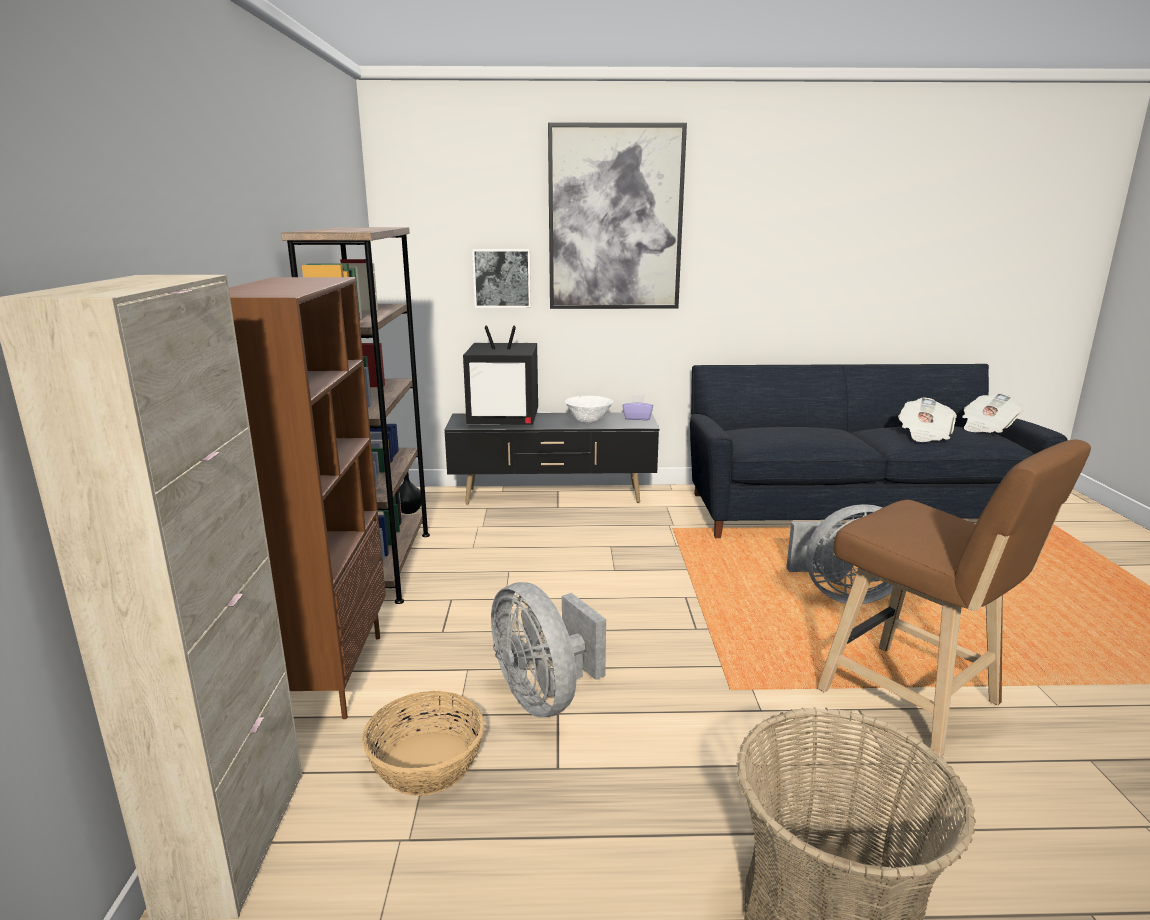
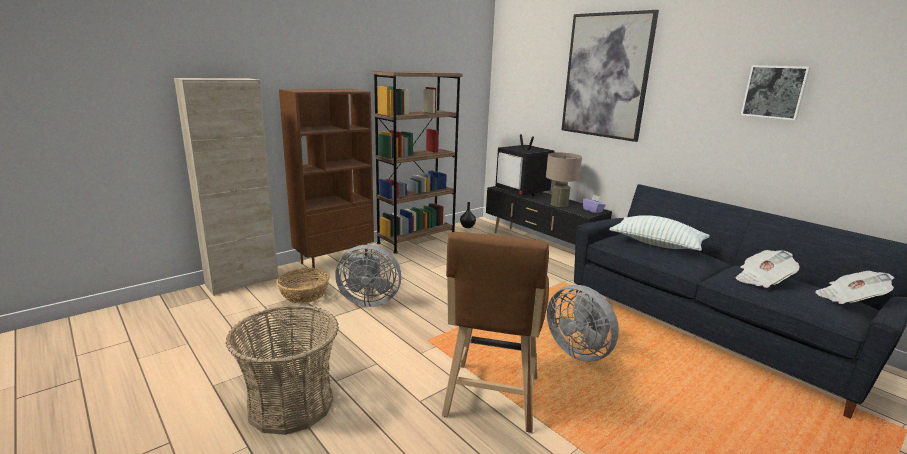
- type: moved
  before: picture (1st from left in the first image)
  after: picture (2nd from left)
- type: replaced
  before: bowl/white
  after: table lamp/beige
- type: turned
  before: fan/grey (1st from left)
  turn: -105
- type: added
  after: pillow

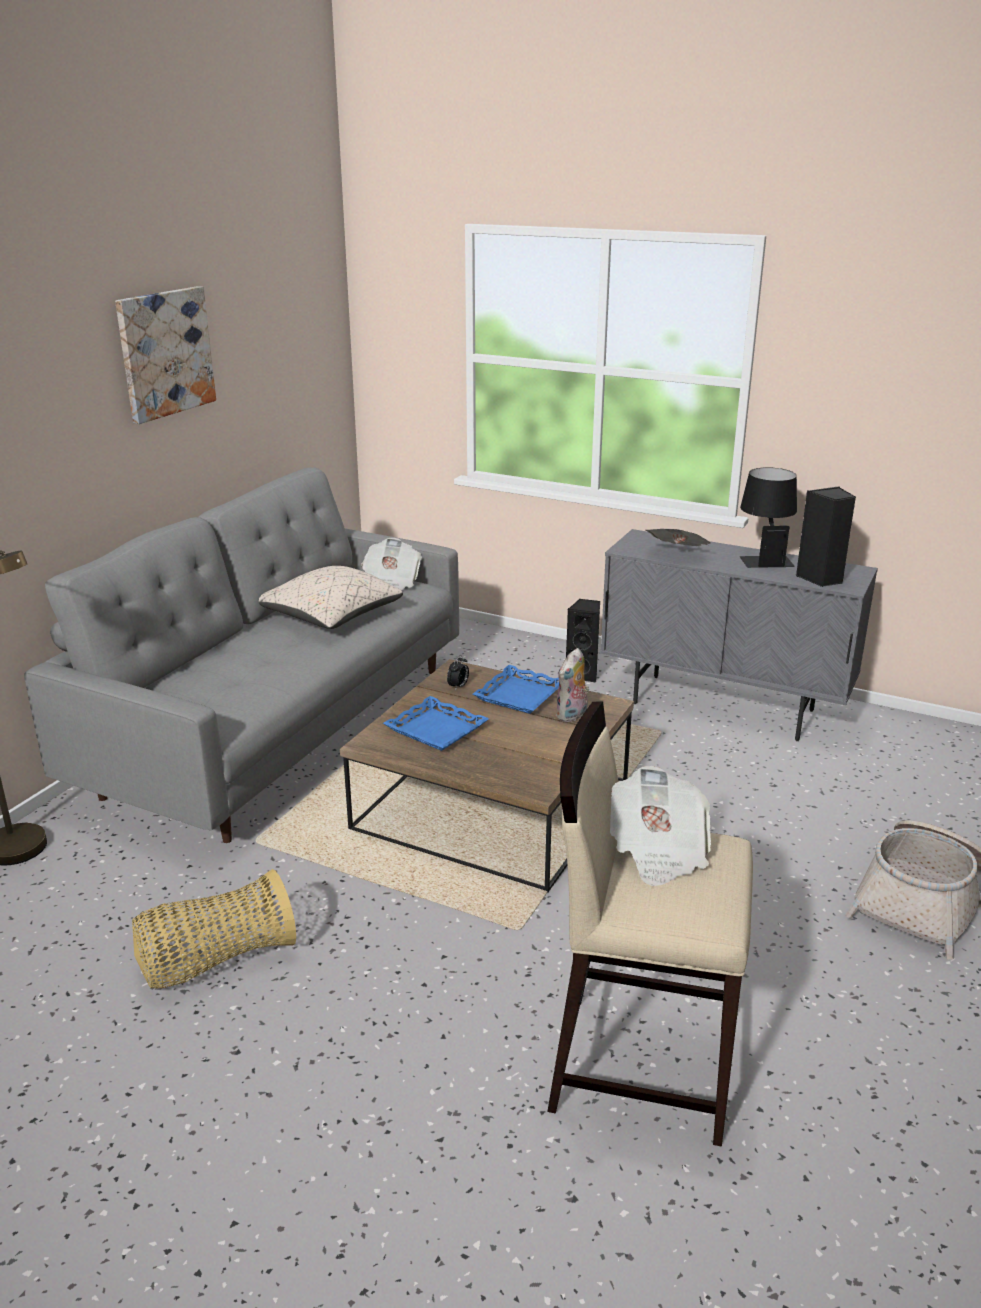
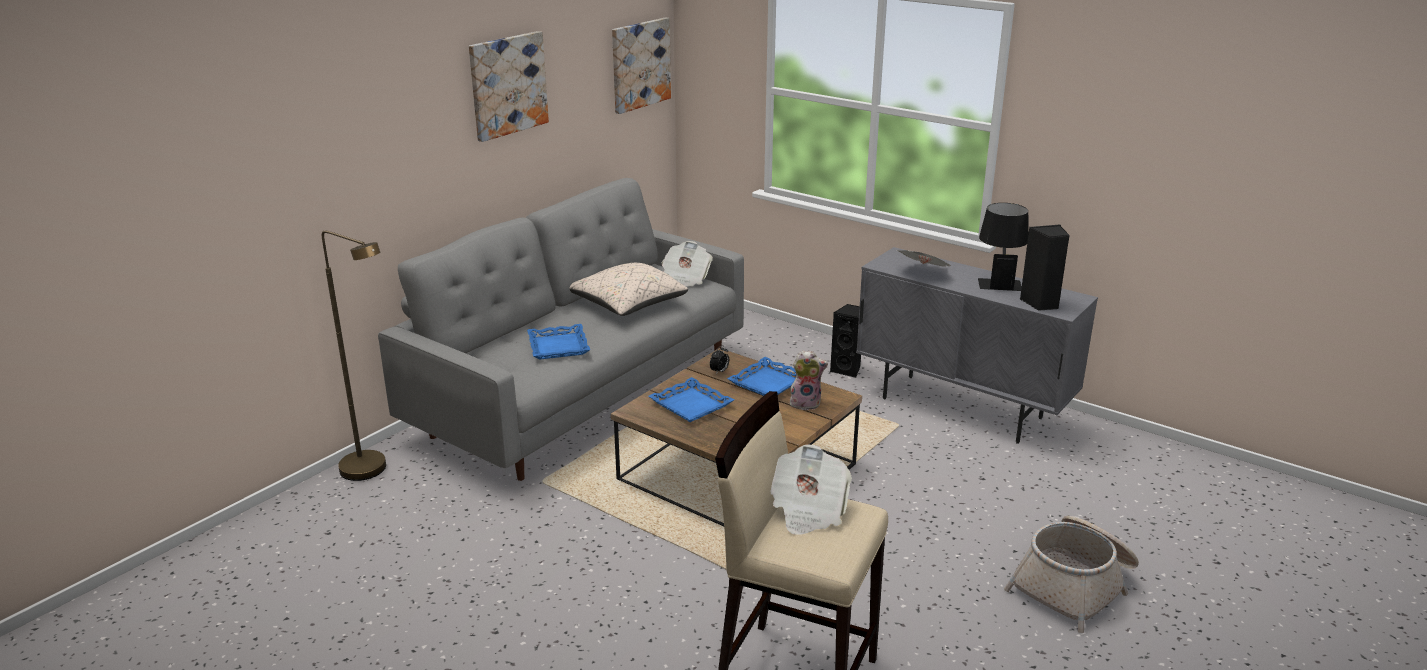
- type: turned
  before: plush toy
  turn: -135
- type: removed
  before: basket (1st from left)
- type: added
  after: picture (2nd from left)
- type: added
  after: tray/blue (1st from left)

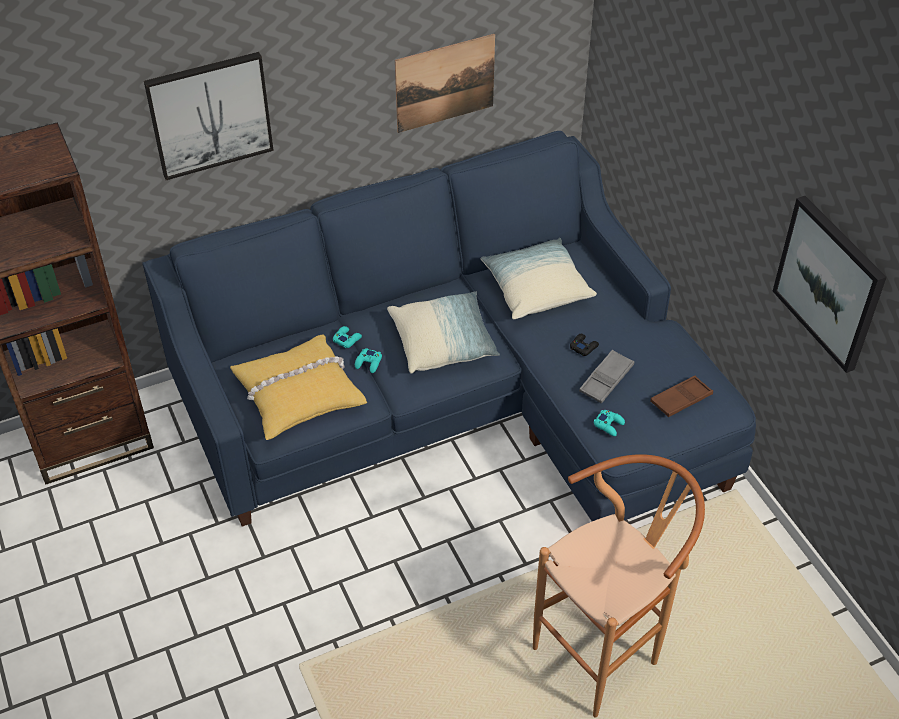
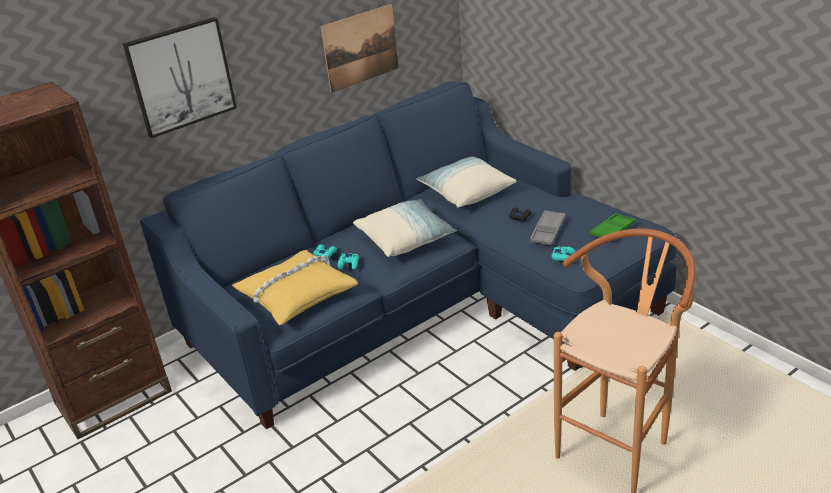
- type: removed
  before: picture (3rd from left)
- type: recoloured
  before: tray/brown
  after: tray/green

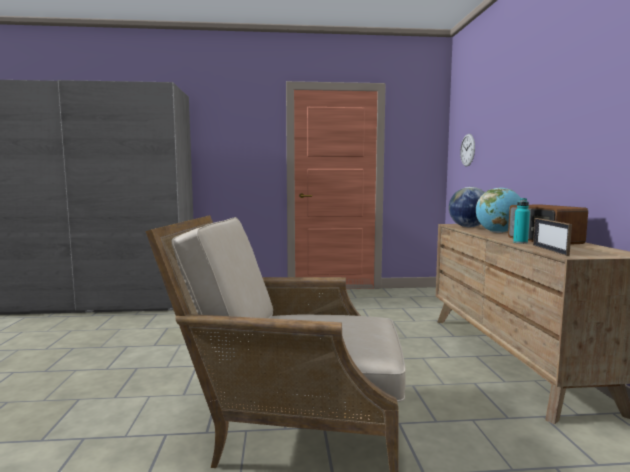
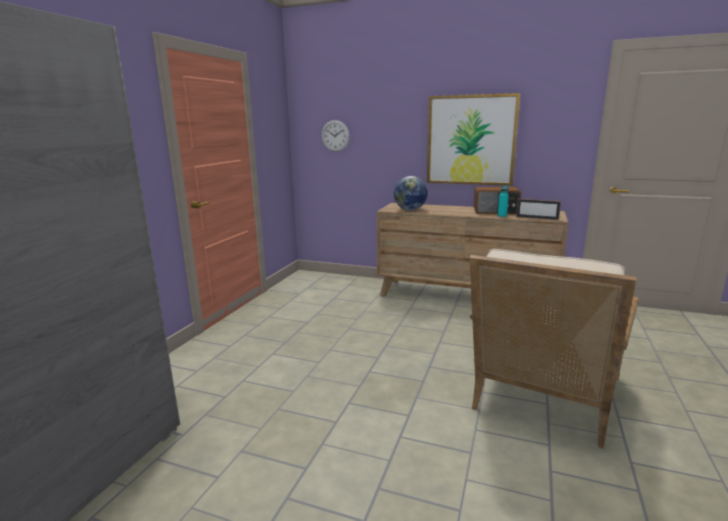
- type: removed
  before: globe (2nd from left)
- type: added
  after: picture

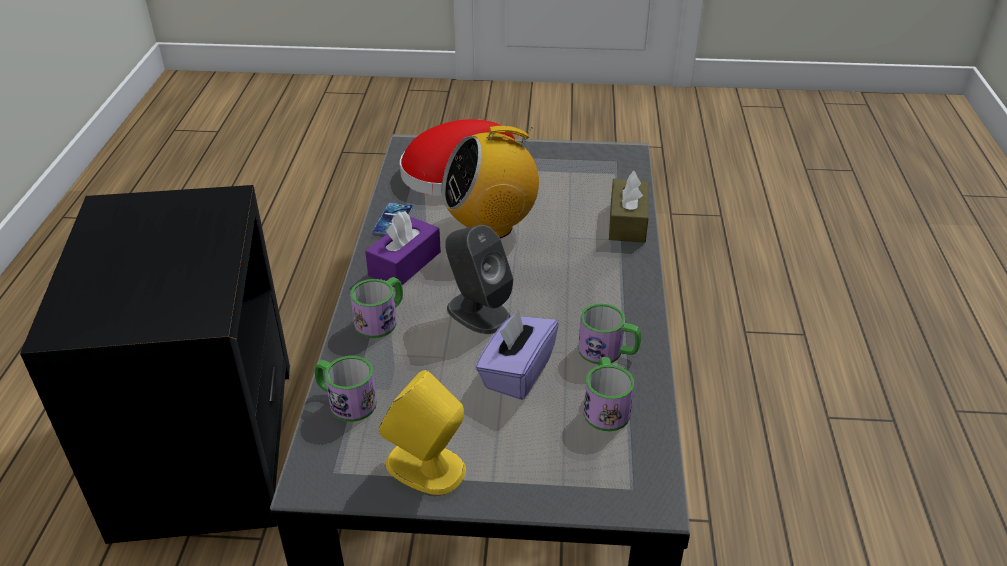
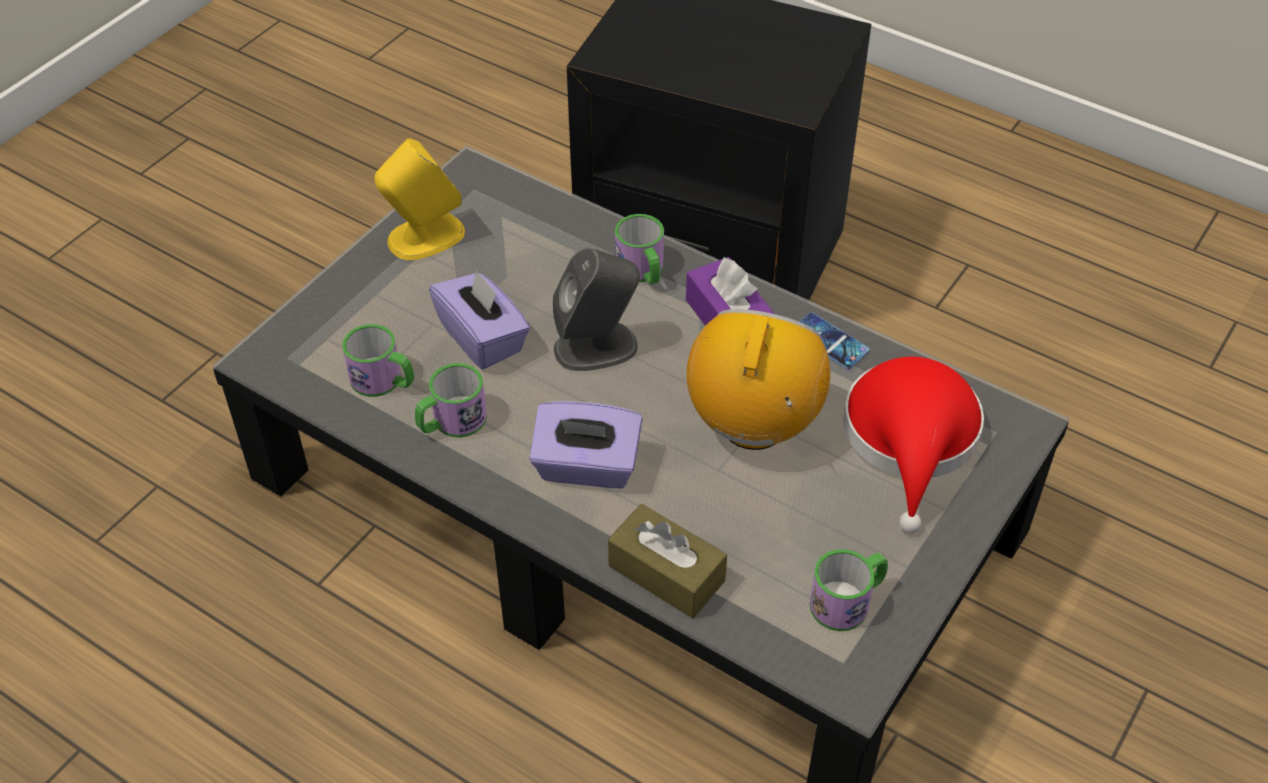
- type: moved
  before: mug (1st from left in the first image)
  after: mug (4th from left)
- type: added
  after: tissue box/purple (2nd from left)

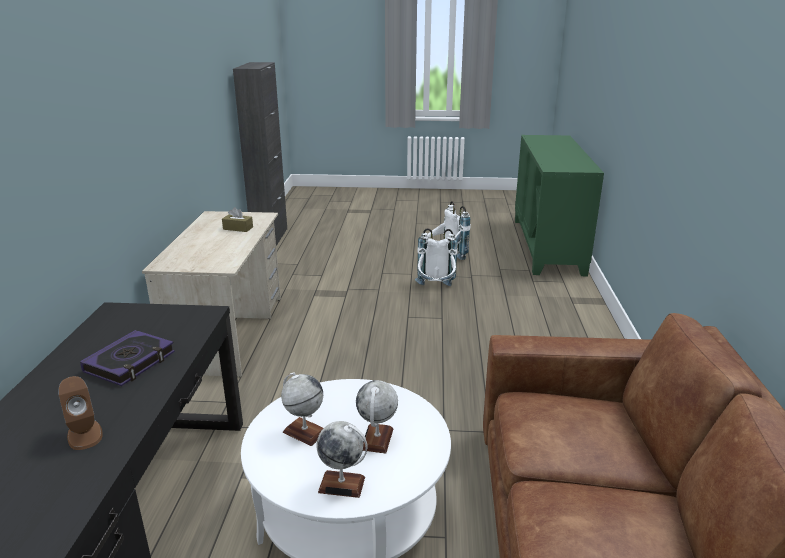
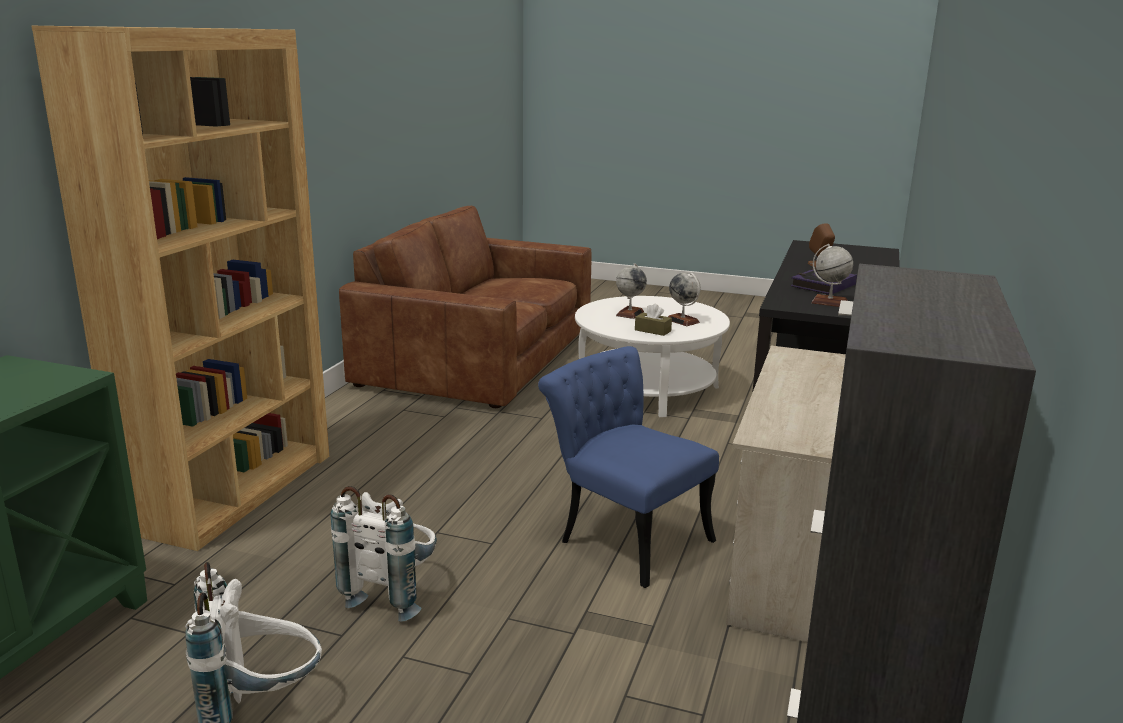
- type: moved
  before: tissue box/brown
- type: moved
  before: globe (2nd from left in the first image)
  after: globe (3rd from left)
- type: added
  after: bookcase/brown
- type: added
  after: chair/blue

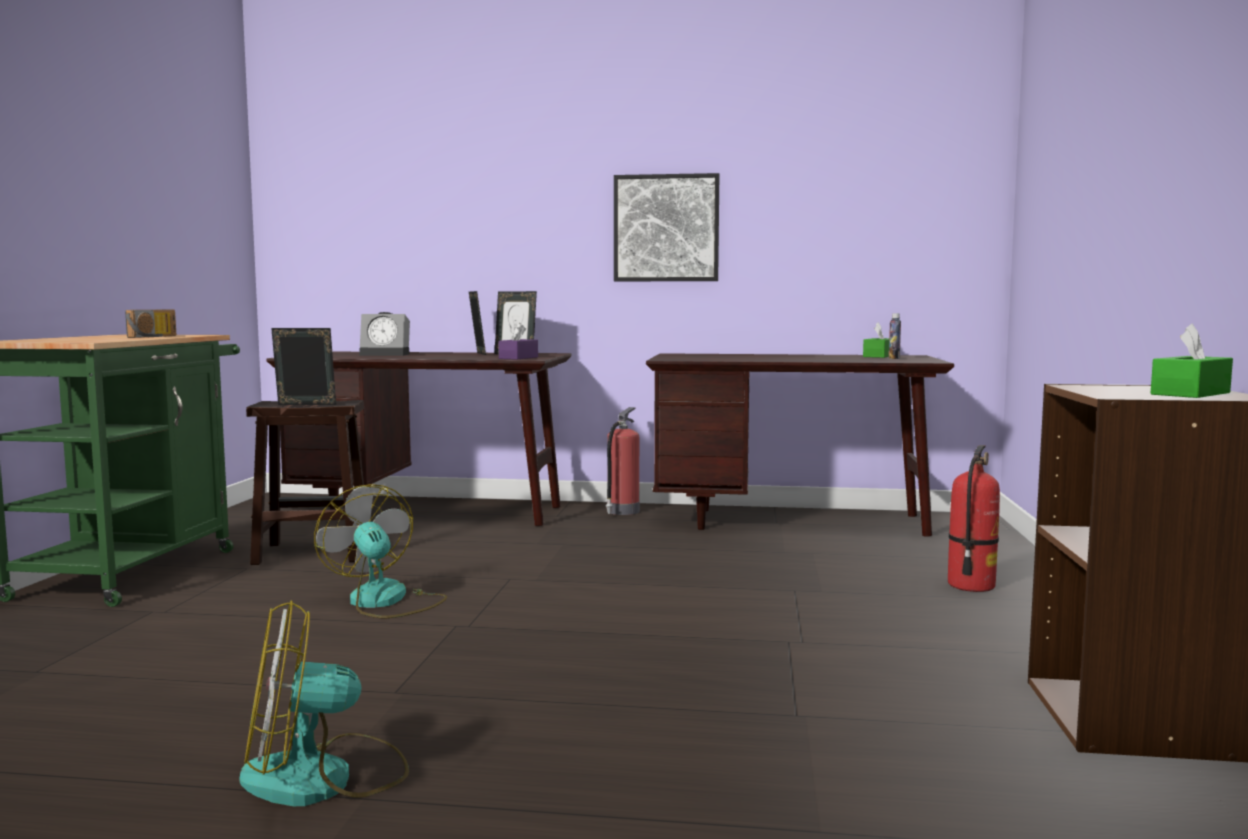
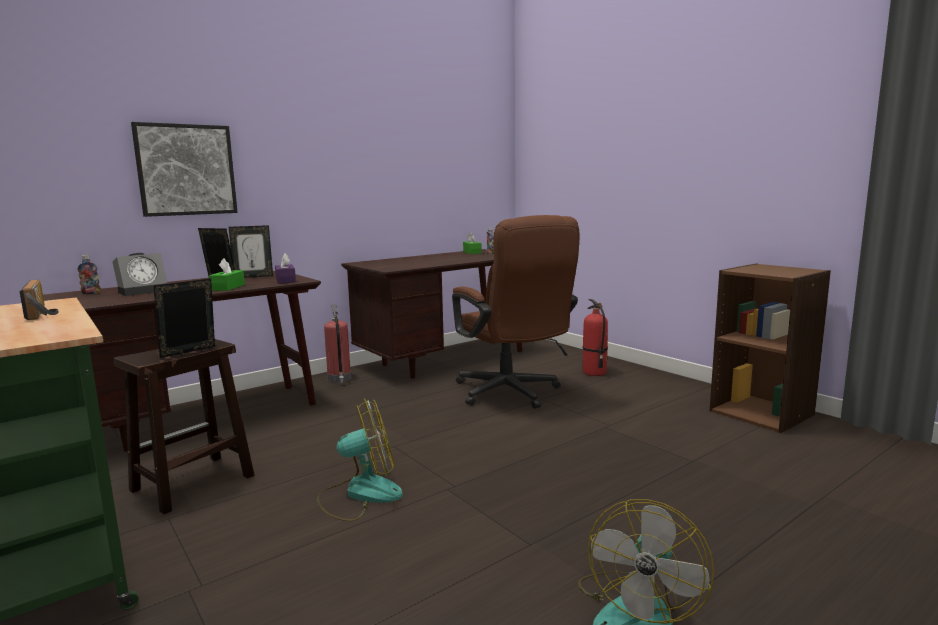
- type: moved
  before: picture
- type: moved
  before: tissue box/green (2nd from left in the first image)
  after: tissue box/green (1st from left)
- type: turned
  before: fan (2nd from left in the first image)
  turn: 150
- type: added
  after: office chair/brown
- type: added
  after: bottle (1st from left)

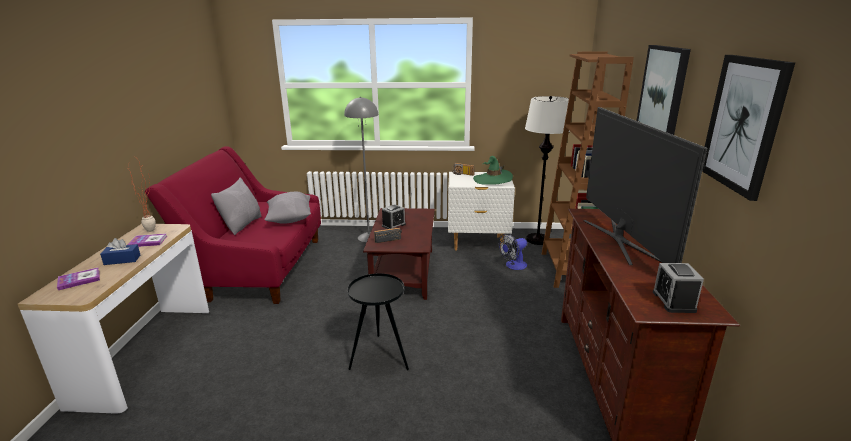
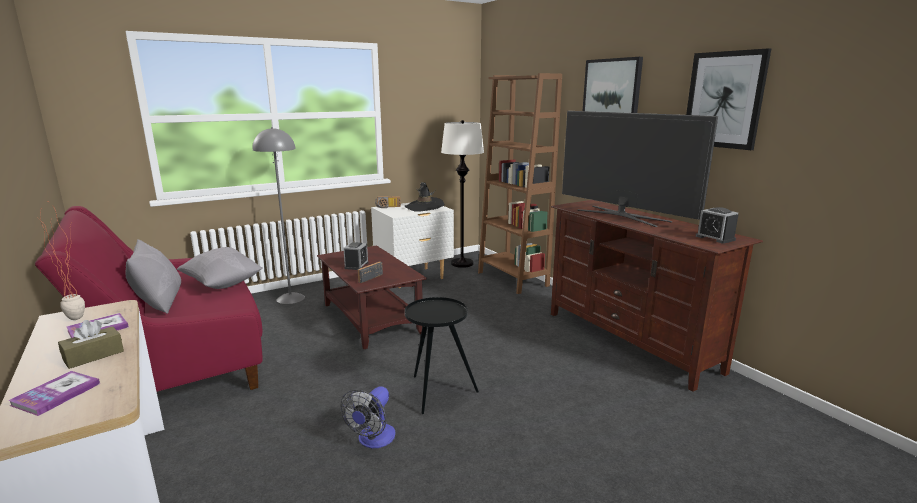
- type: recoloured
  before: hat/green
  after: hat/black
- type: moved
  before: fan
- type: recoloured
  before: tissue box/blue
  after: tissue box/brown

